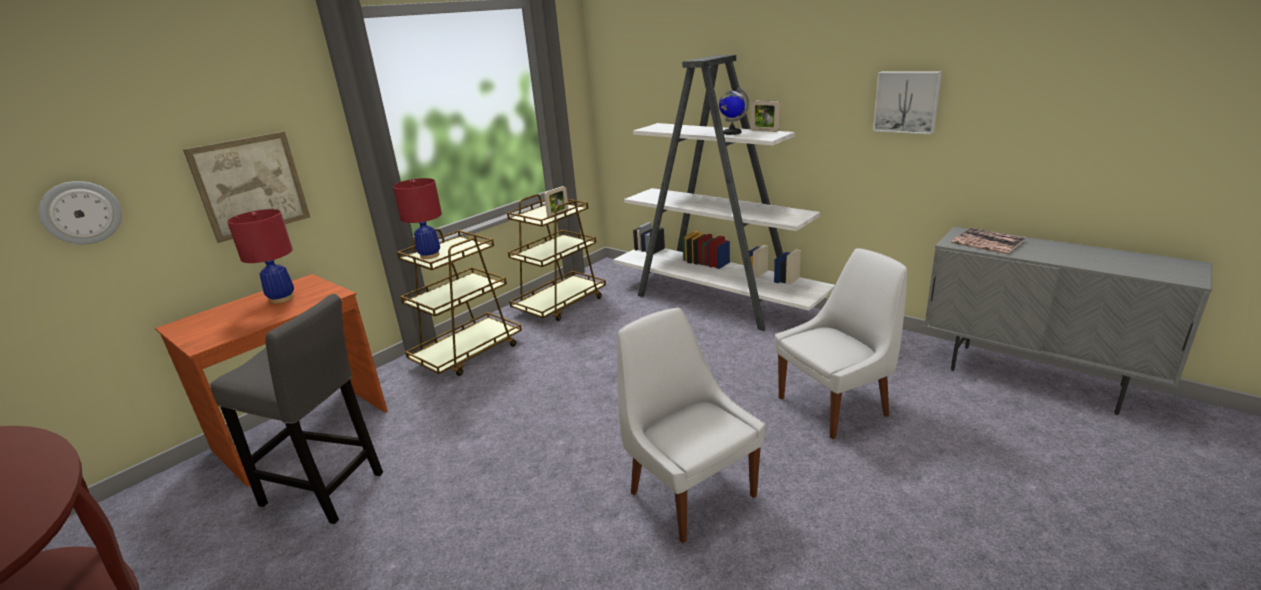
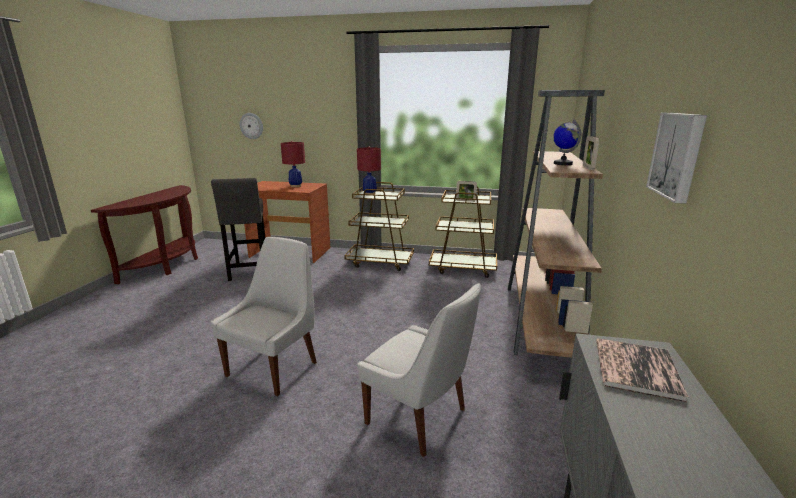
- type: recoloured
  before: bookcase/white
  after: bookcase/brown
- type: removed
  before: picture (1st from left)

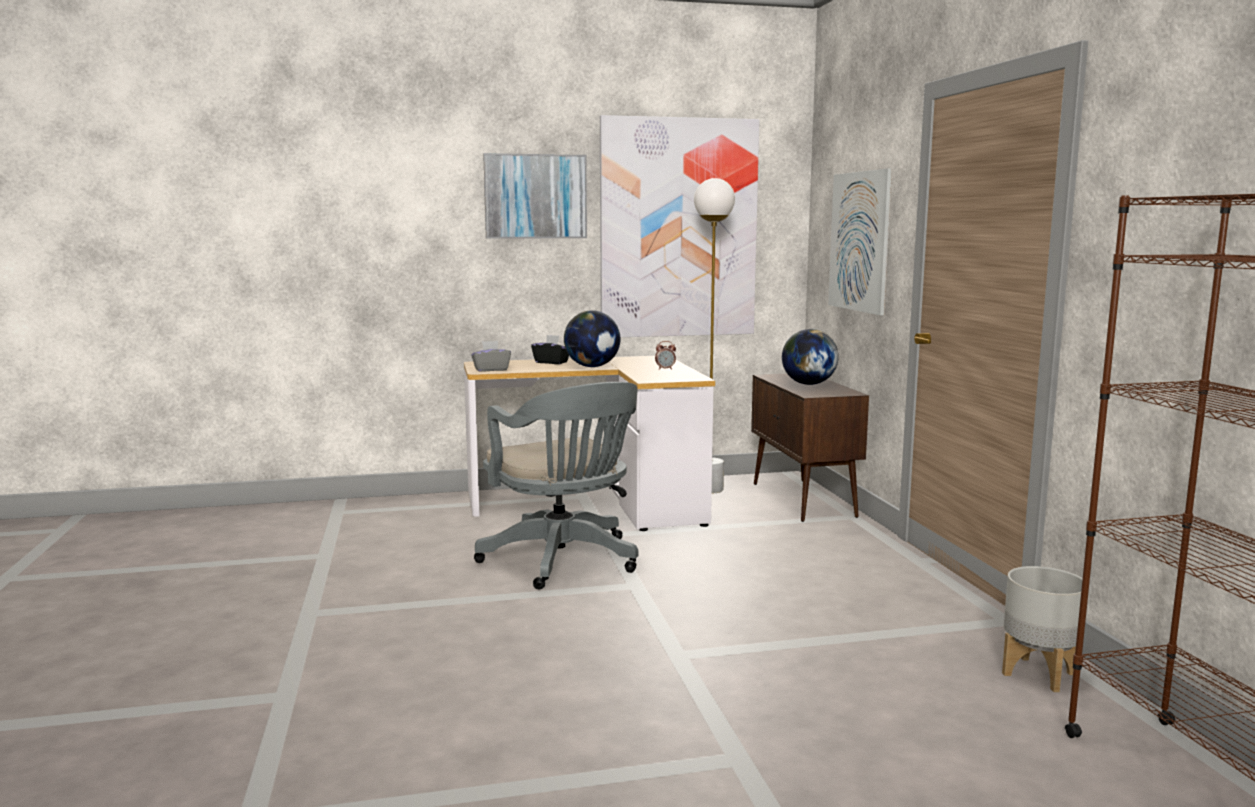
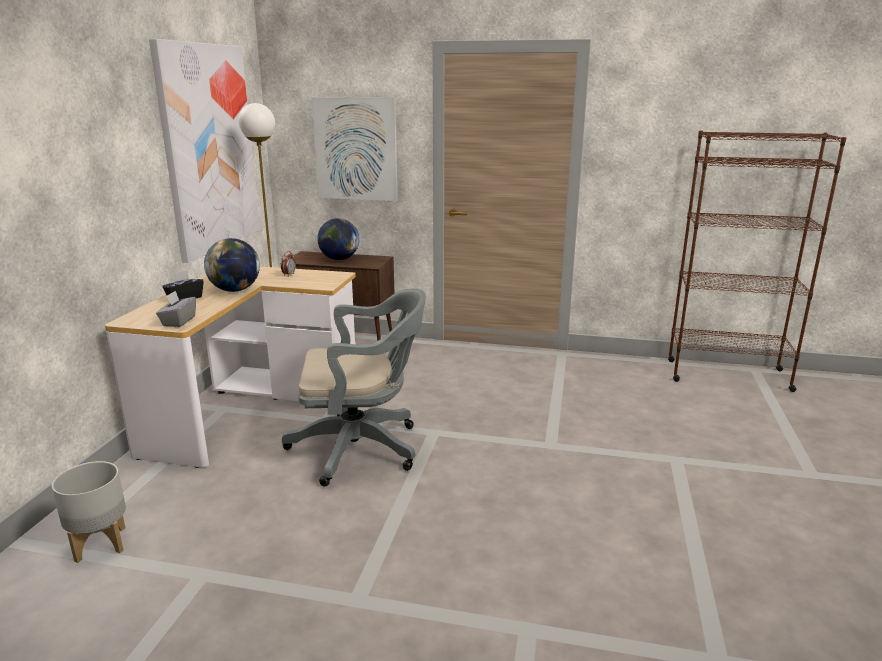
- type: removed
  before: picture (1st from left)
- type: moved
  before: planter/grey

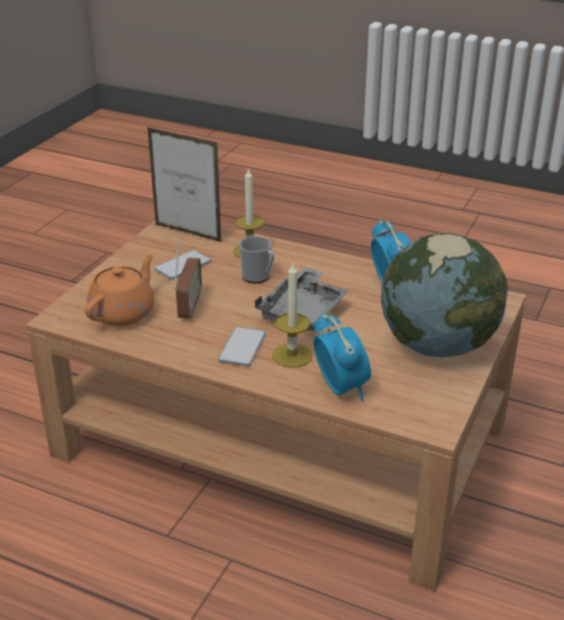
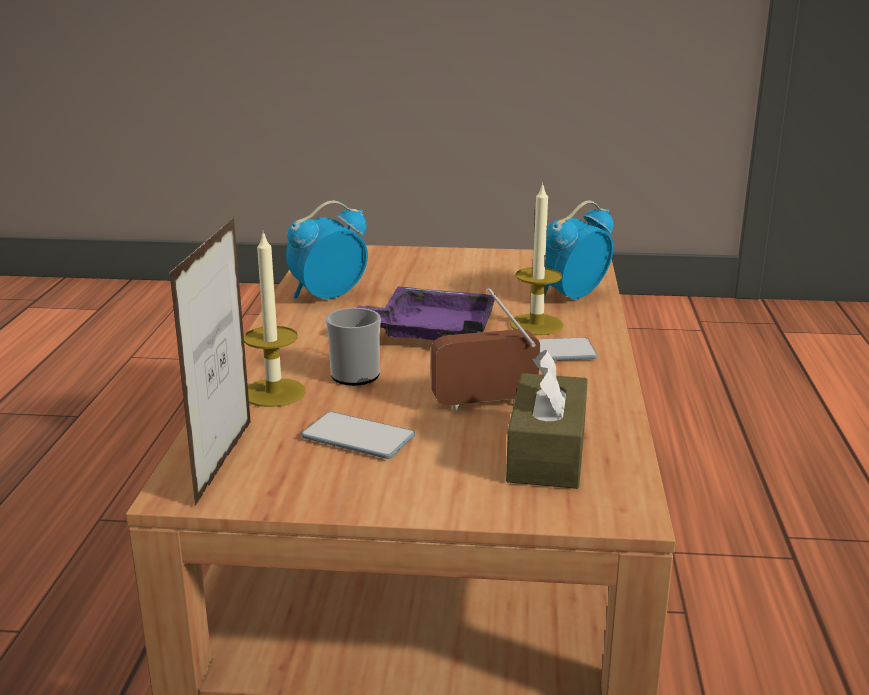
- type: removed
  before: globe
- type: replaced
  before: teapot/orange
  after: tissue box/brown
- type: recoloured
  before: tray/grey
  after: tray/purple

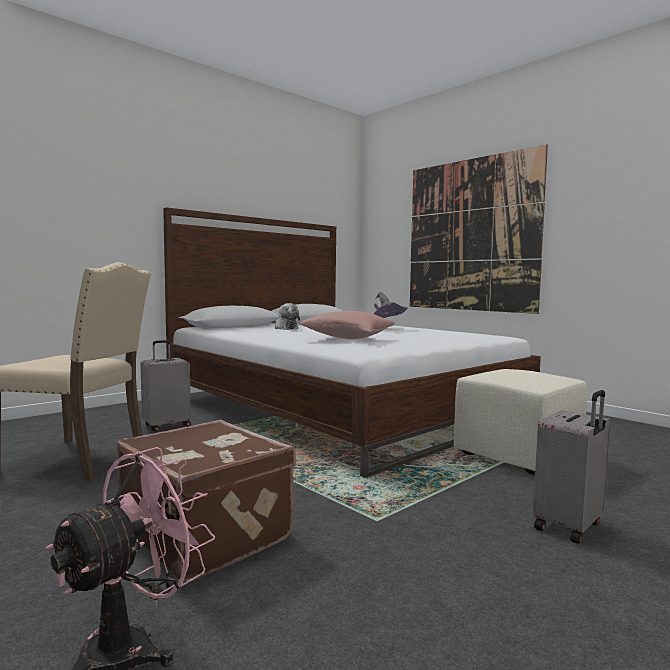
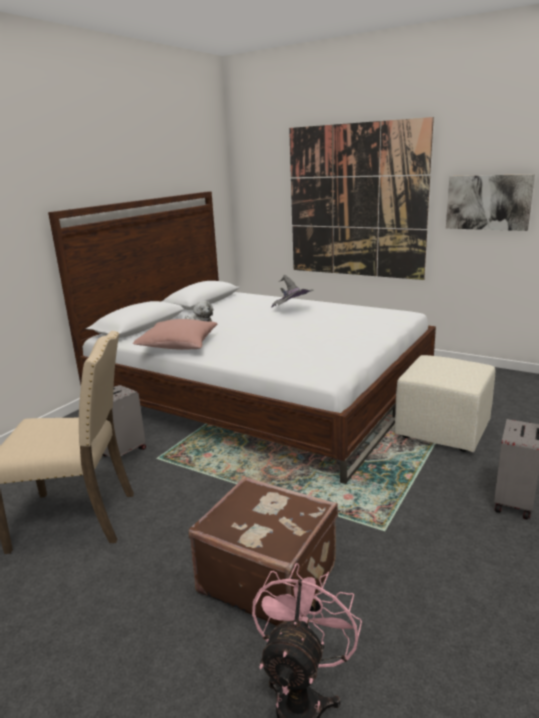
- type: moved
  before: pillow/pink
- type: added
  after: picture (2nd from left)

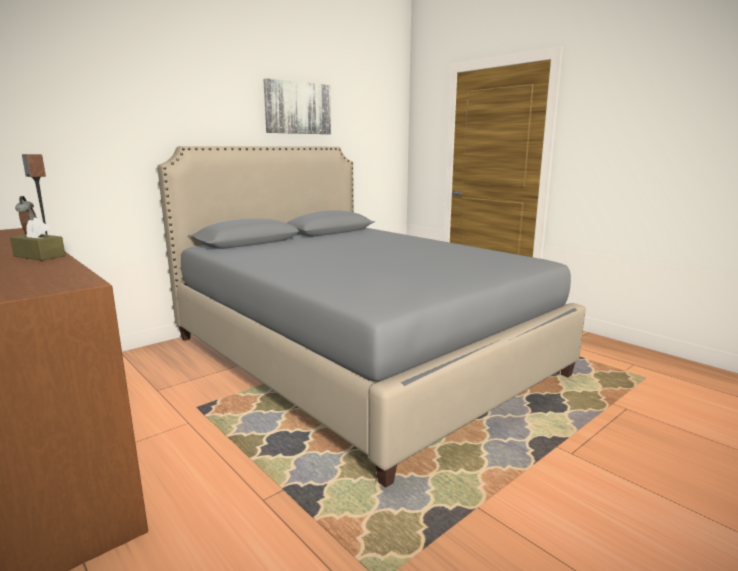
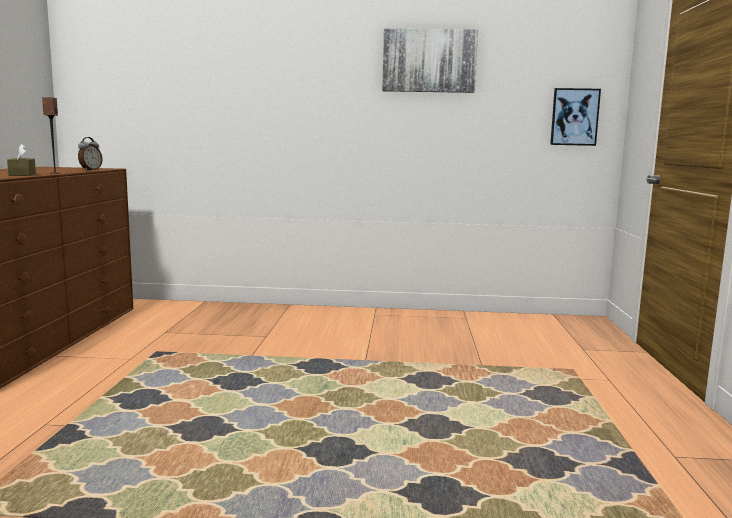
- type: removed
  before: bed/grey
- type: added
  after: picture (2nd from left)

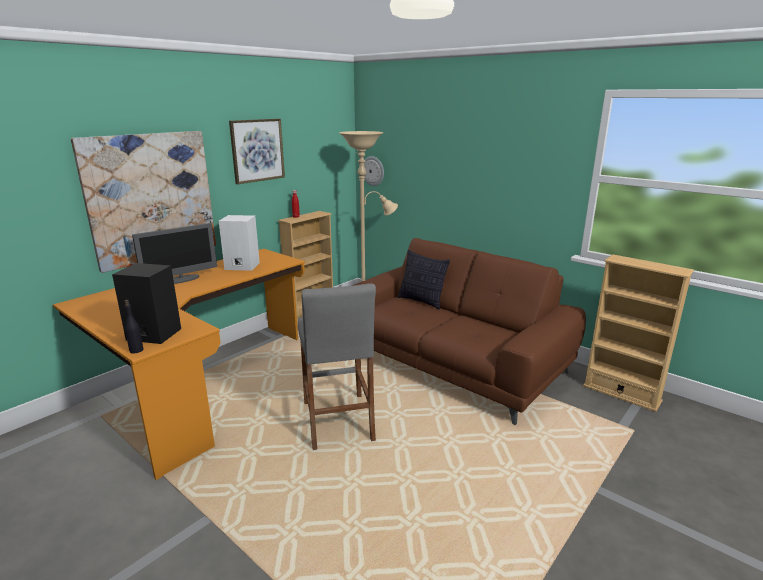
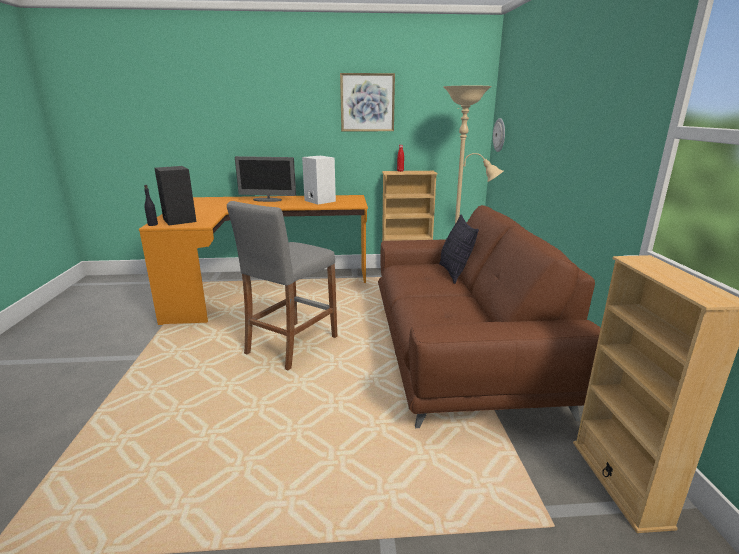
- type: removed
  before: picture (1st from left)

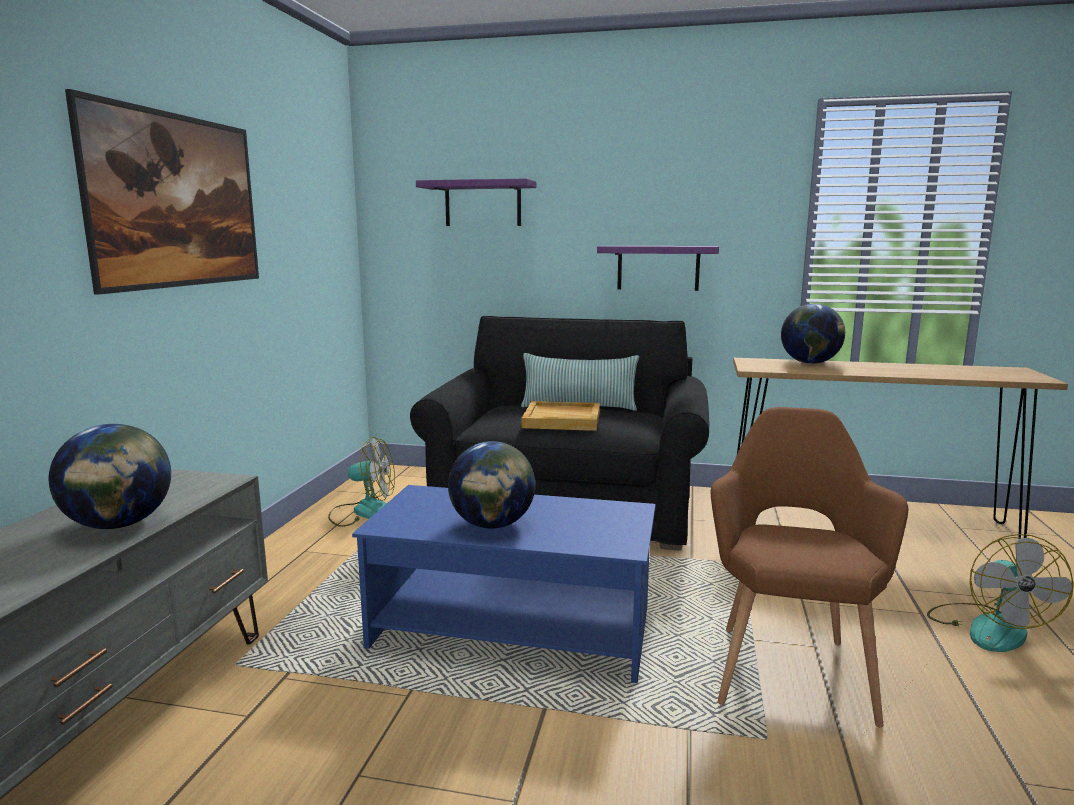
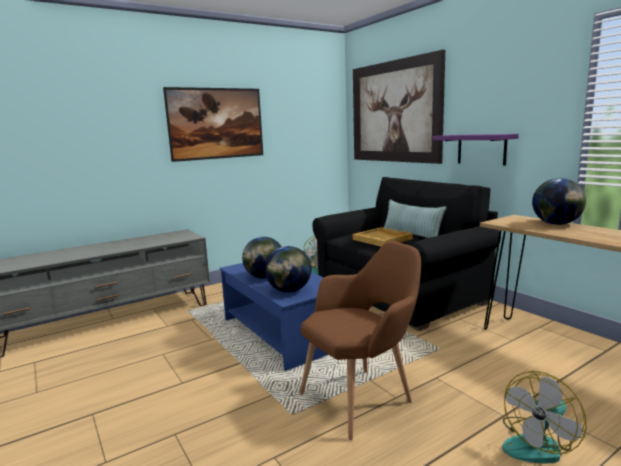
- type: replaced
  before: shelf/purple (1st from left)
  after: picture (2nd from left)
- type: moved
  before: globe (1st from left in the first image)
  after: globe (2nd from left)

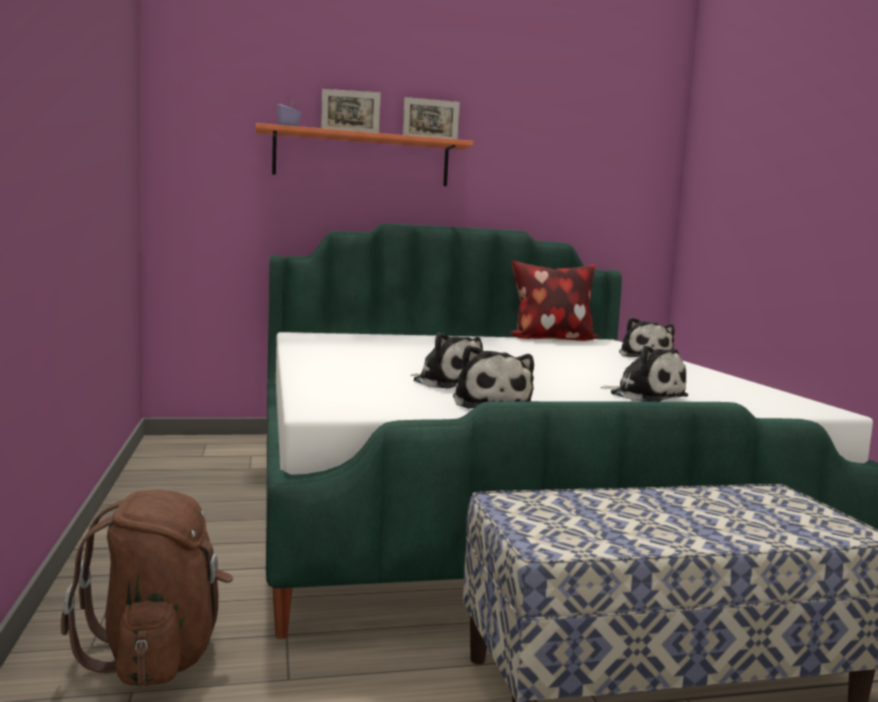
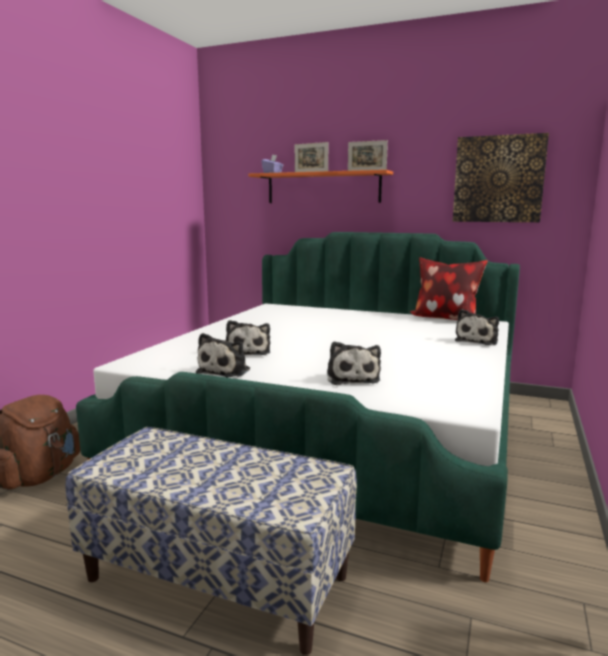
- type: added
  after: picture

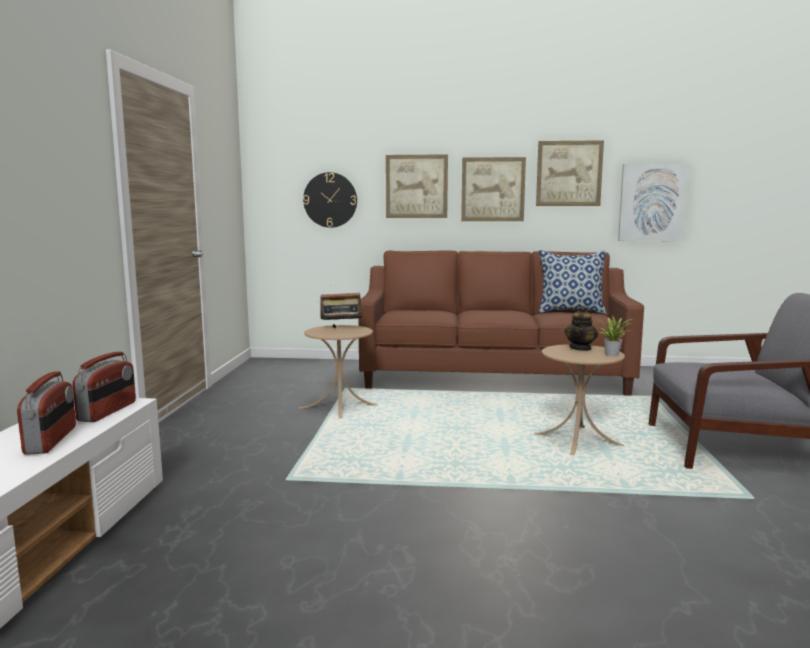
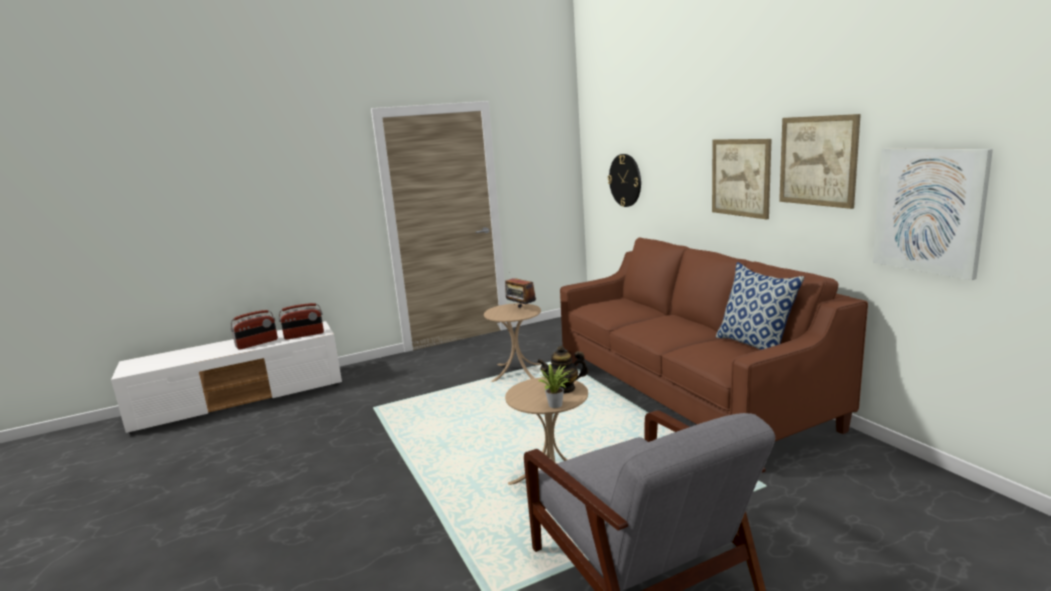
- type: removed
  before: picture (1st from left)

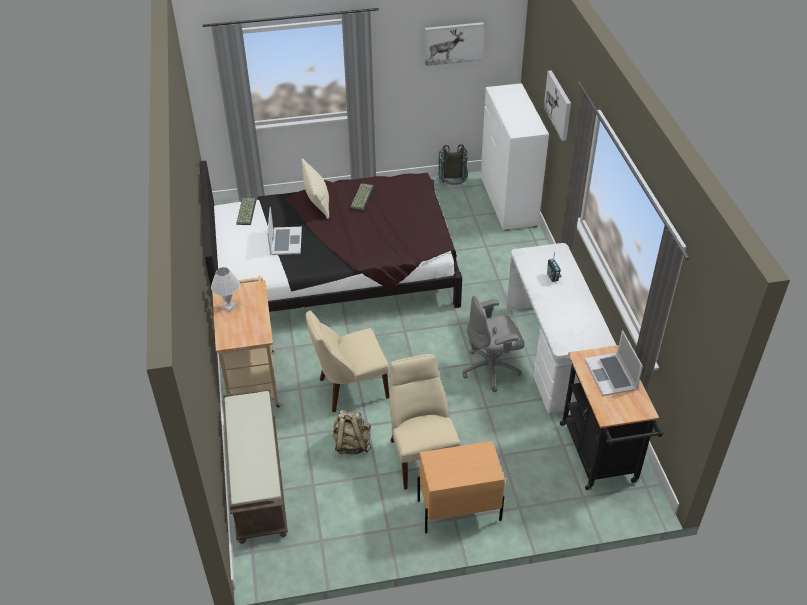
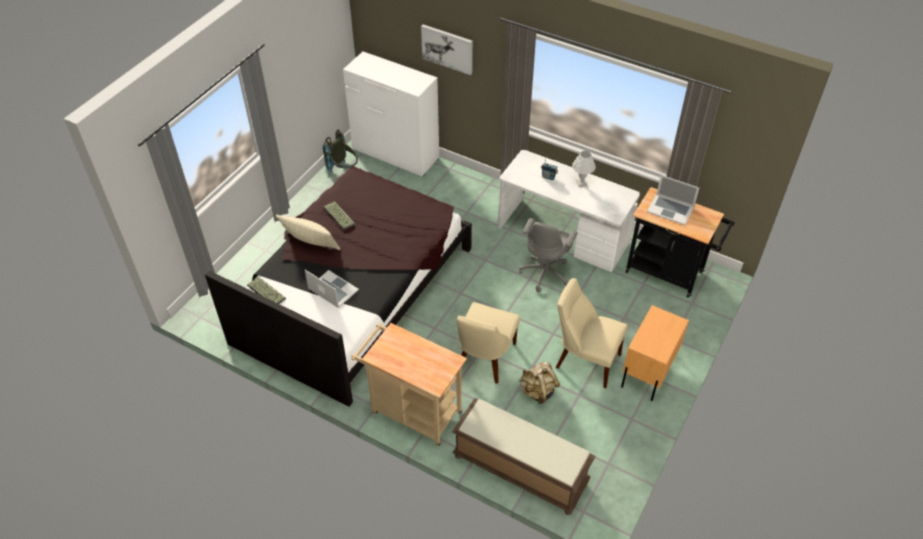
- type: removed
  before: picture (1st from left)
- type: moved
  before: table lamp/white

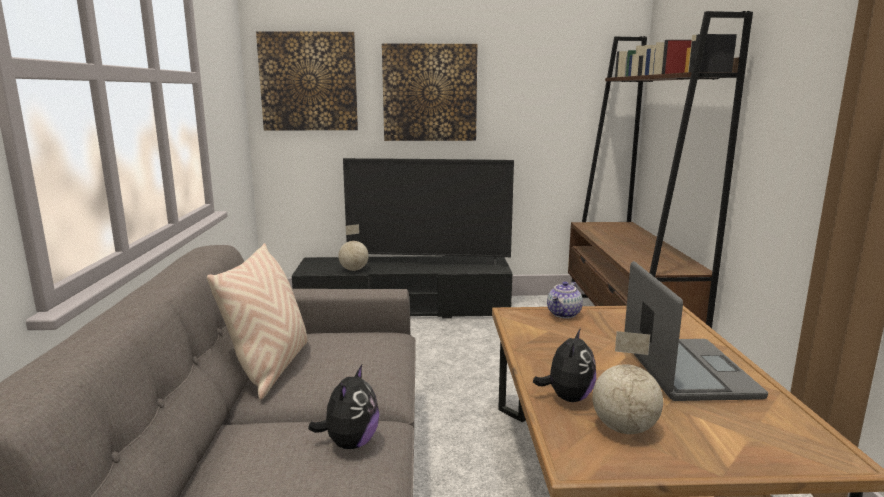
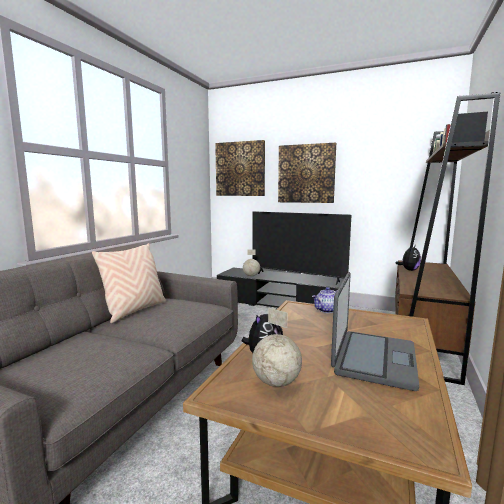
- type: moved
  before: plush toy (1st from left in the first image)
  after: plush toy (2nd from left)

